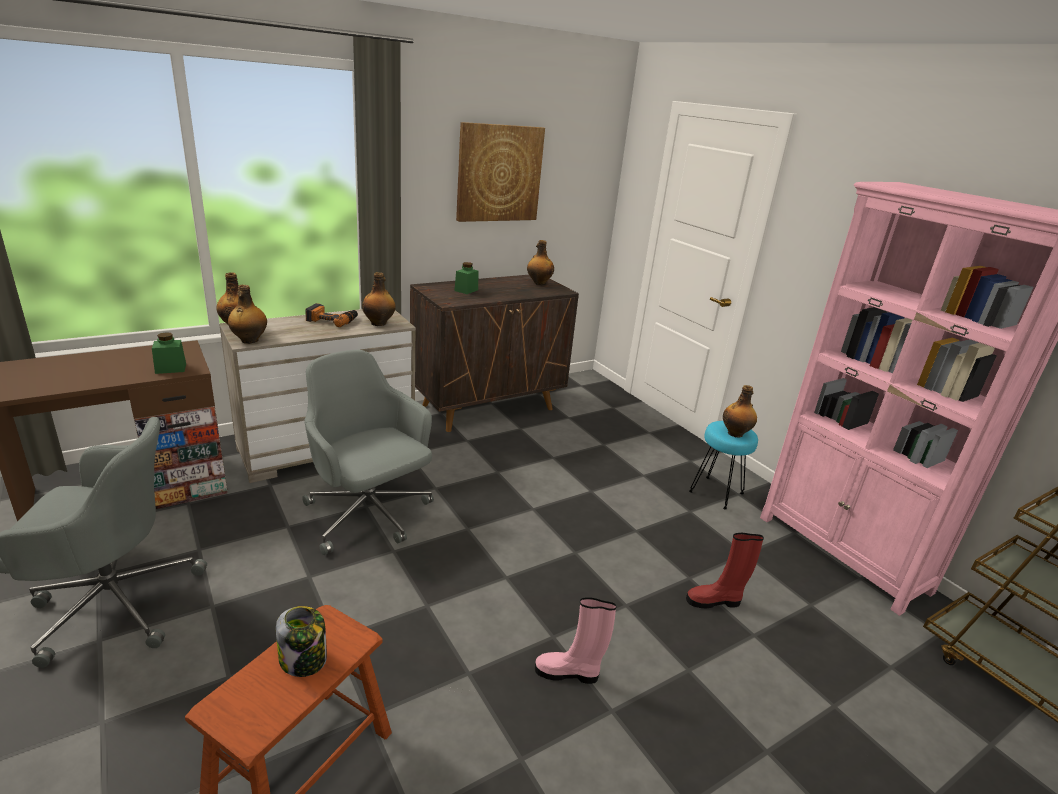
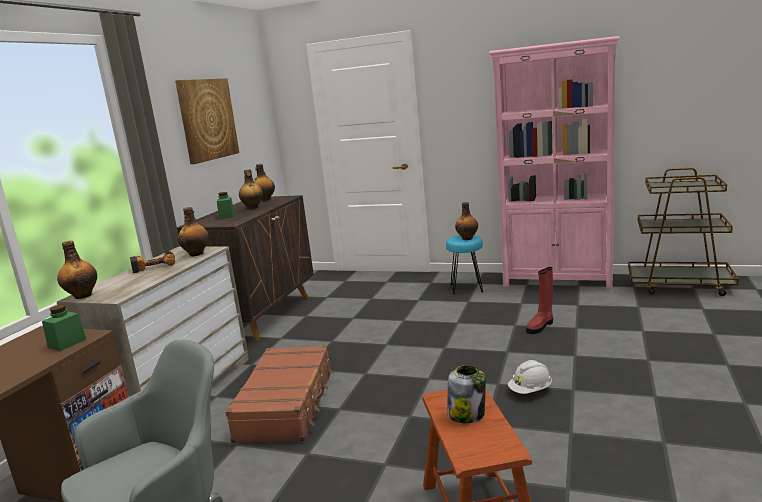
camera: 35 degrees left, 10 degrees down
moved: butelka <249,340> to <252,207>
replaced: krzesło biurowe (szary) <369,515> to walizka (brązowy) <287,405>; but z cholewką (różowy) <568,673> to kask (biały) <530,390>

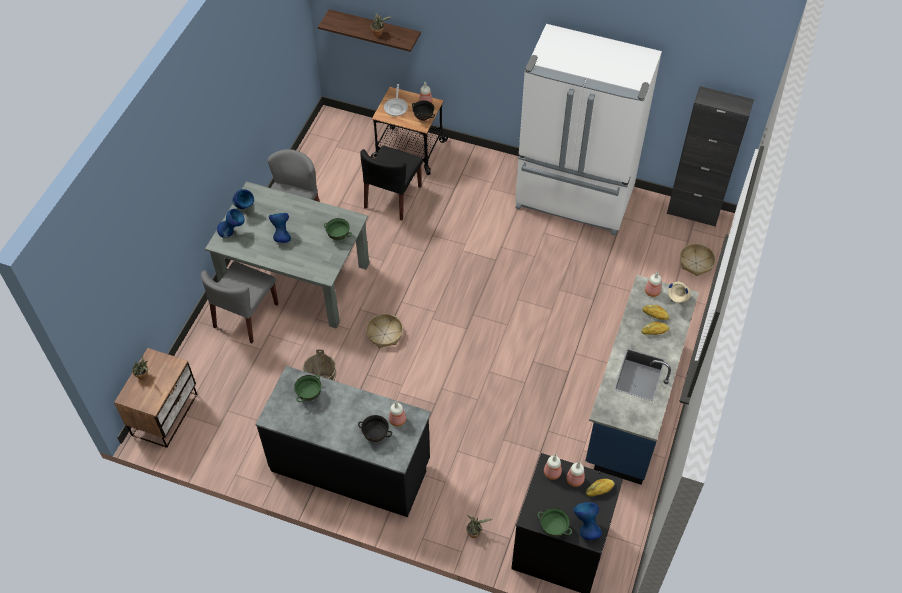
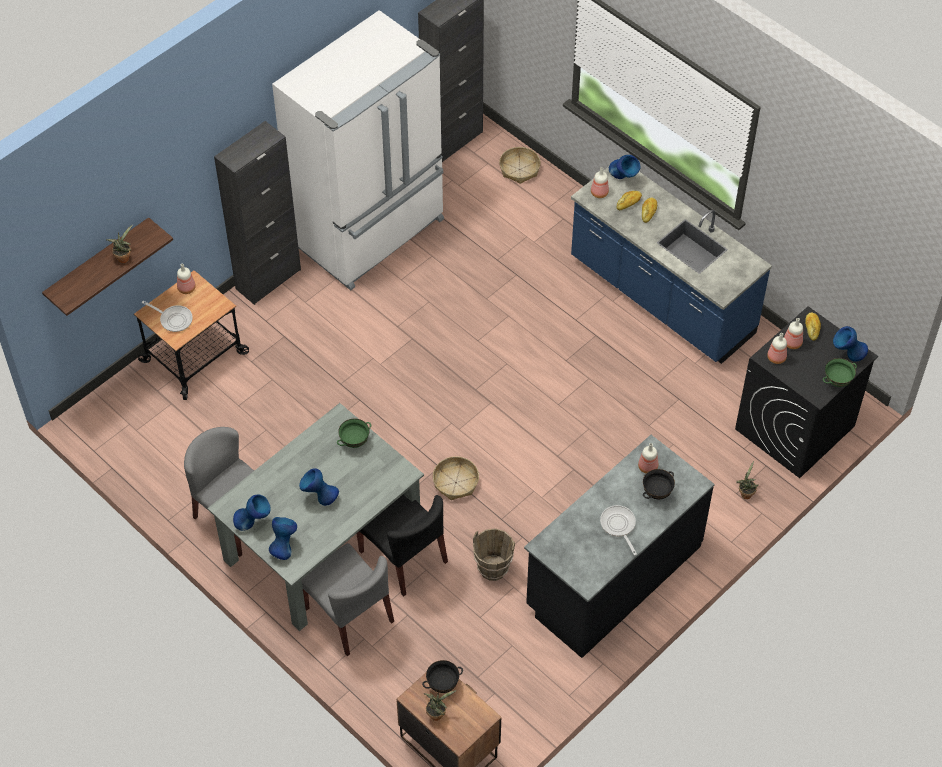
camera: 65 degrees left, 0 degrees up
removed: miska (zielony) <309,394>
added: szafka (czarny) <268,279>; patelnia <618,526>
moved: krzesło (czarny) <393,197> to <403,557>; miska (czarny) <423,117> to <442,684>
recoloured: wazon (beżowy) <677,302> to wazon (niebieski) <623,179>

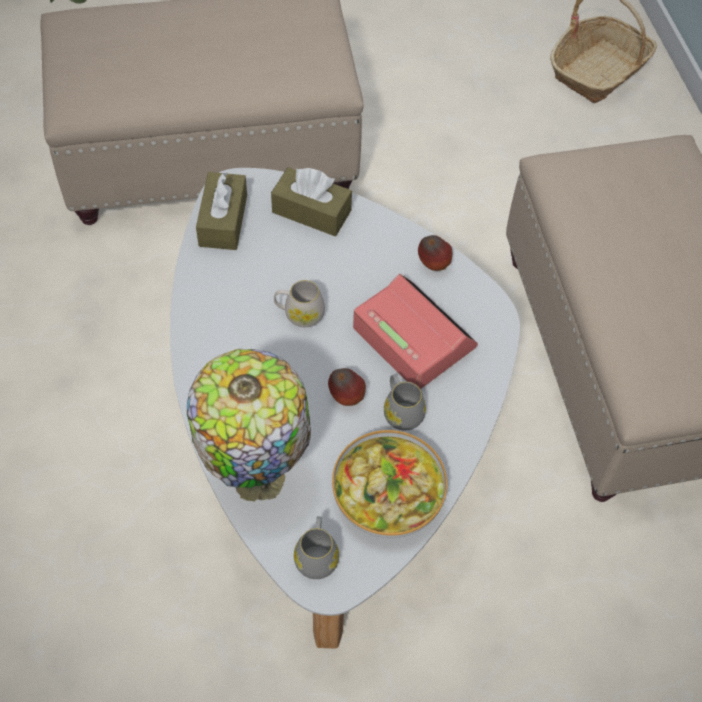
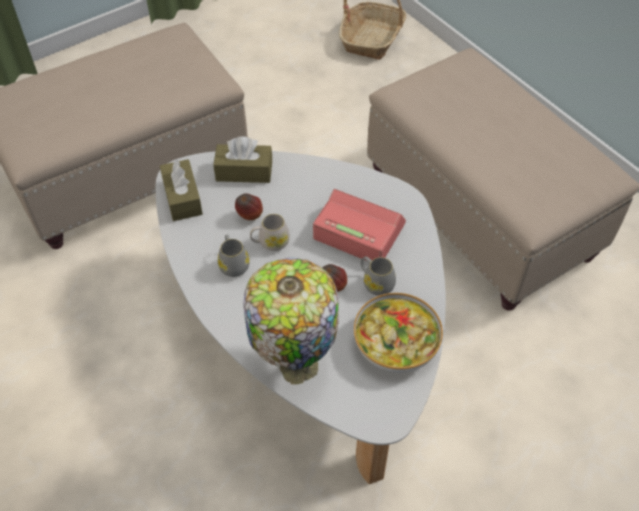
camera: 20 degrees left, 5 degrees down
moved: kubek (szary) <317,555> to <233,264>; jabłko <433,265> to <250,216>

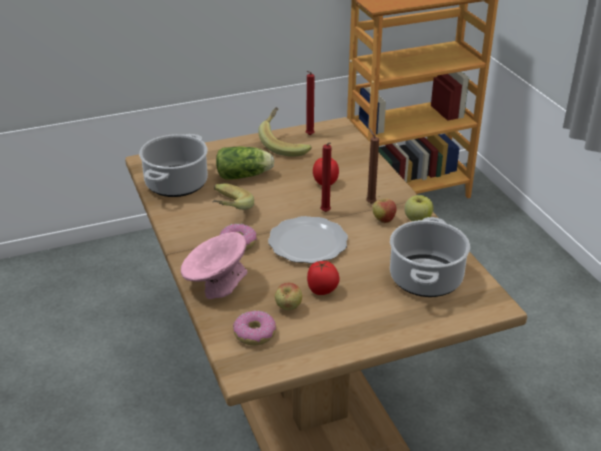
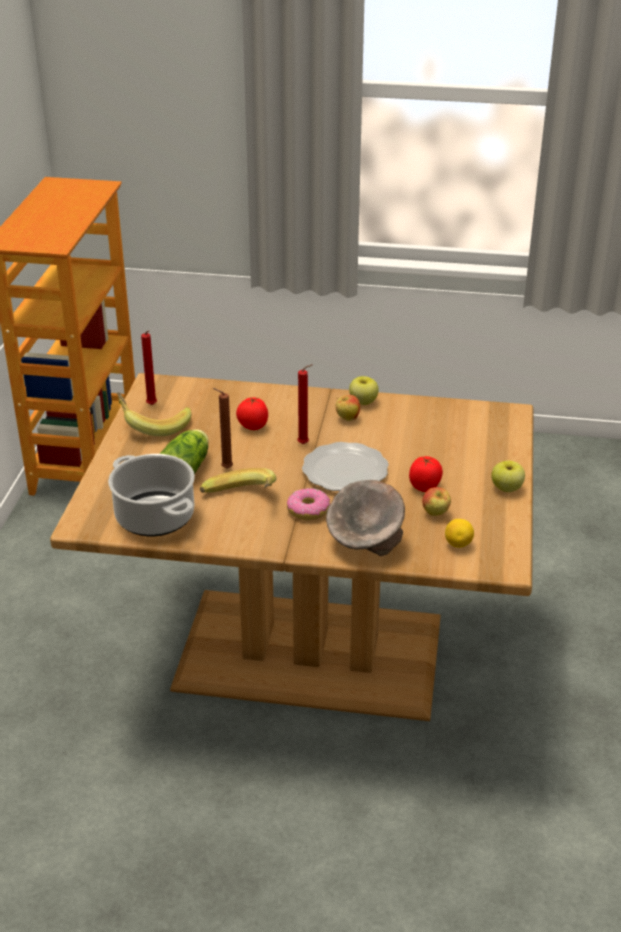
camera: 60 degrees left, 0 degrees up
removed: garnek <425,278>
added: jabłko <506,488>
moved: świeca (brązowy) <369,202> to <225,468>
replaced: donut <255,334> to cytryna <458,544>
recoloured: miska (różowy) <215,285> to miska (szary) <365,544>

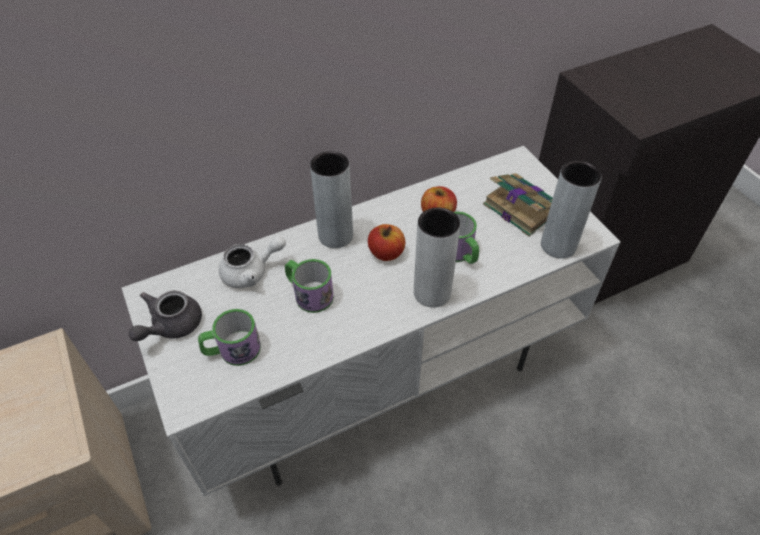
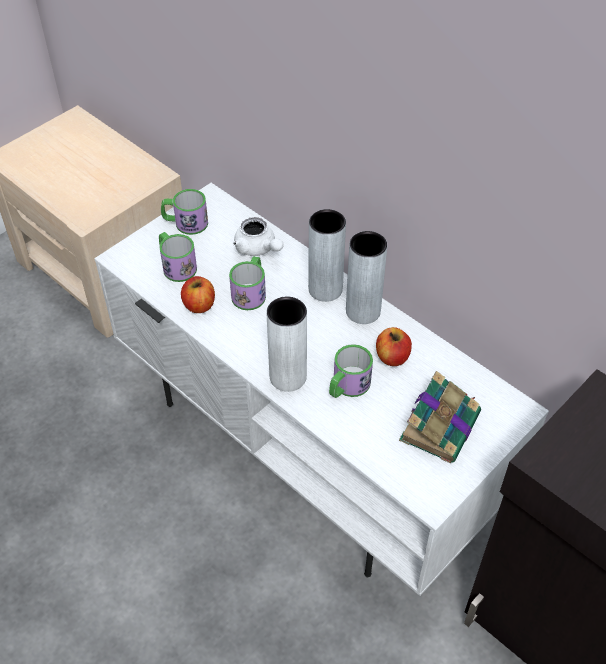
camera: 70 degrees right, 0 degrees up
moved: jabłko <386,253> to <199,305>; wazon (szary) <558,245> to <363,311>
replaced: imbryk (szary) <171,326> to kubek <185,223>

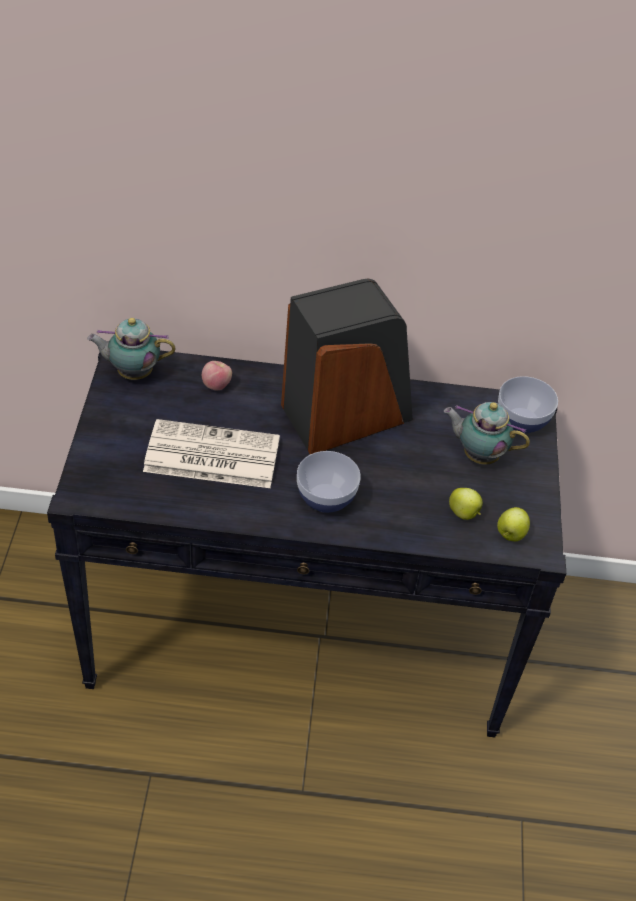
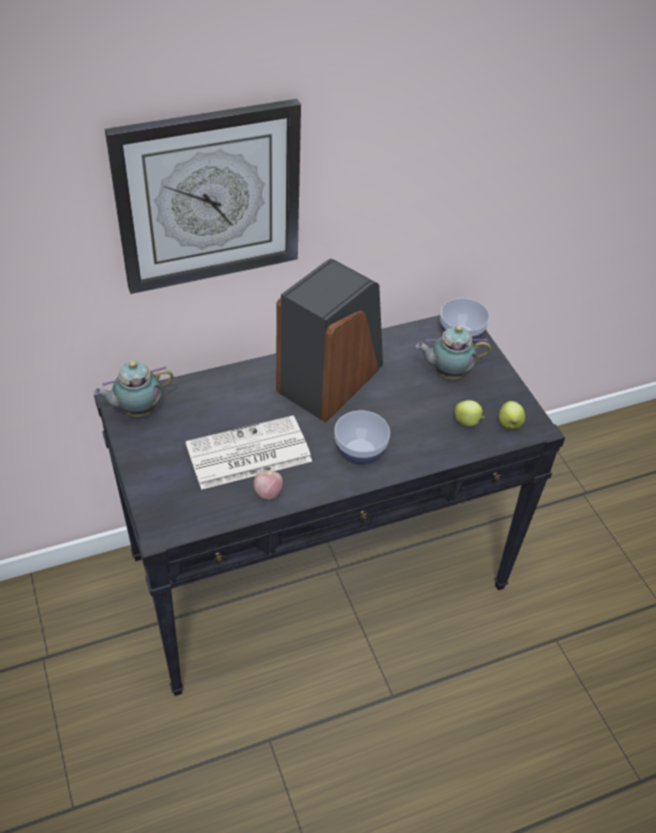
camera: 25 degrees left, 0 degrees up
added: zegar ścienny <208,197>
moved: jabłko <216,385> to <268,493>

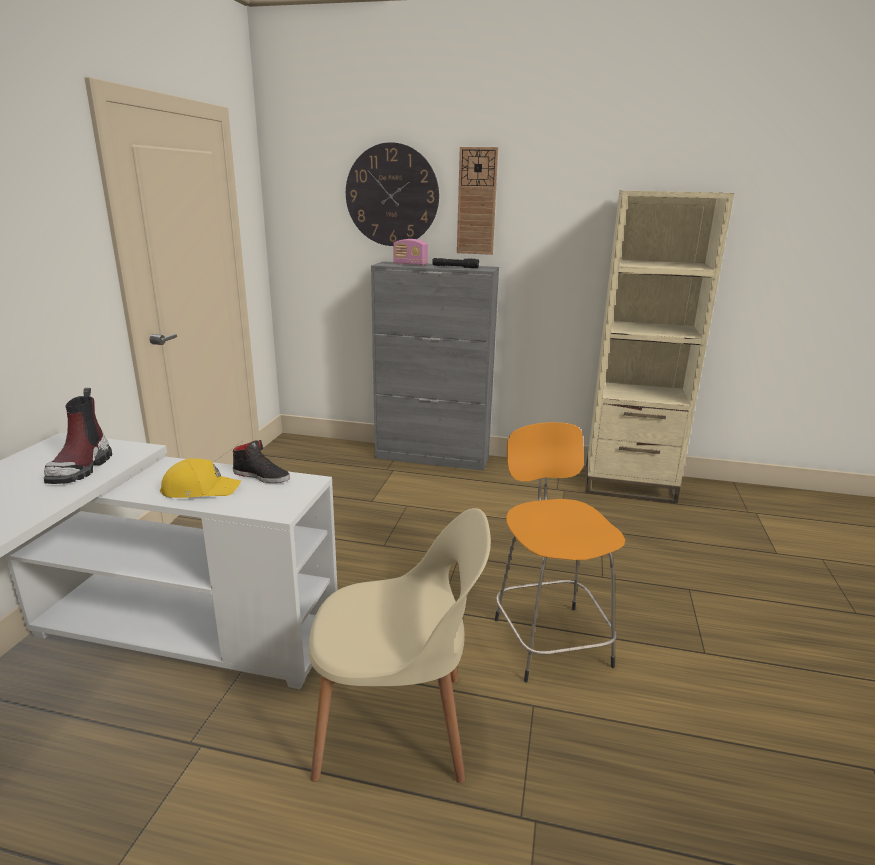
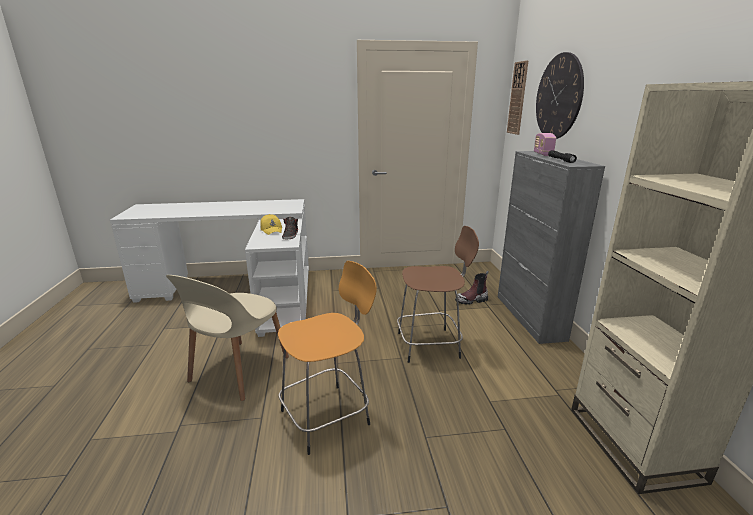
camera: 70 degrees right, 0 degrees up
added: stołek (brązowy) <430,345>
moved: but z cholewką <81,468> to <472,300>; zegar ścienny <477,202> to <517,98>
turned: krzesło (beżowy) <397,726> = <238,370> 45 degrees clockwise

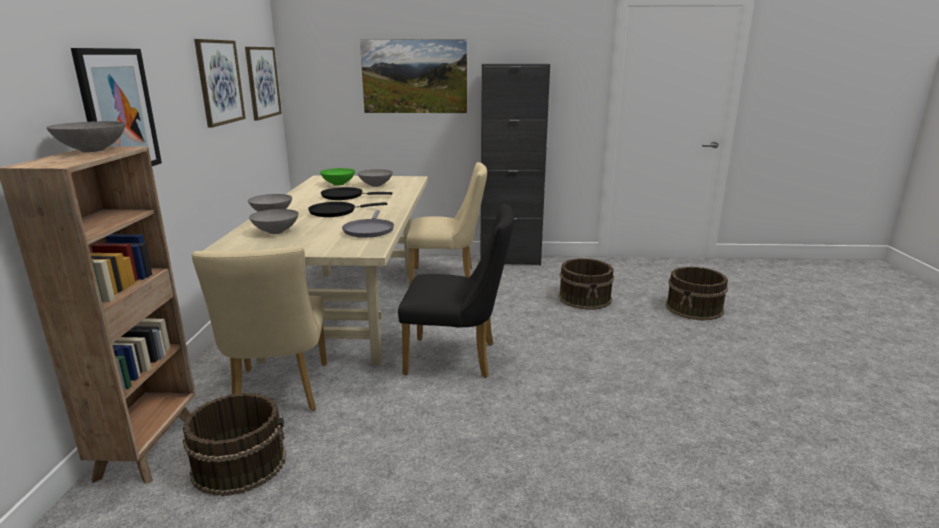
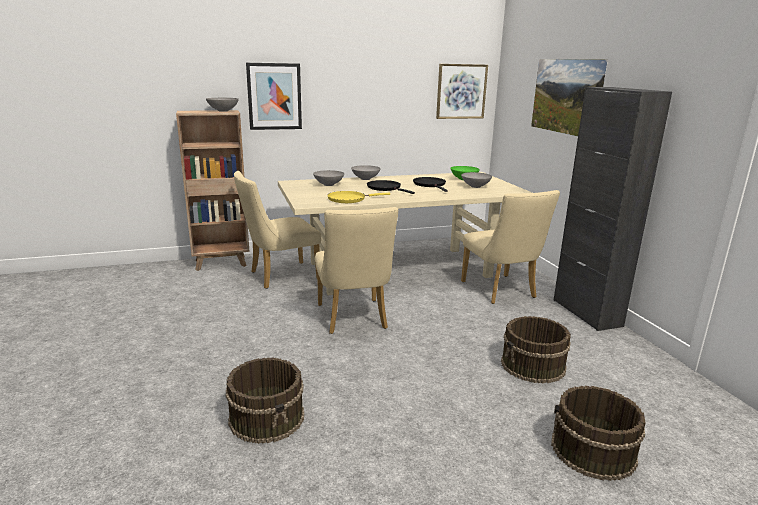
camera: 70 degrees right, 0 degrees up
removed: obraz <219,82>
moved: wiadro (brązowy) <240,463> to <267,417>
recoloured: krzesło (czarny) <458,358> to krzesło (beżowy) <353,319>; patelnia (szary) <369,230> to patelnia (żółty) <349,199>

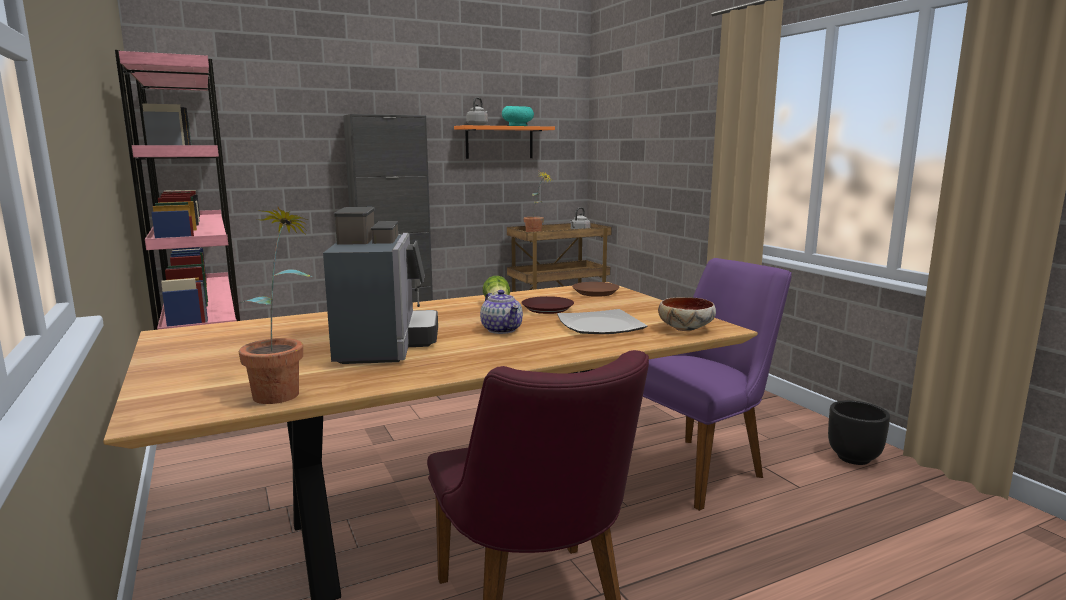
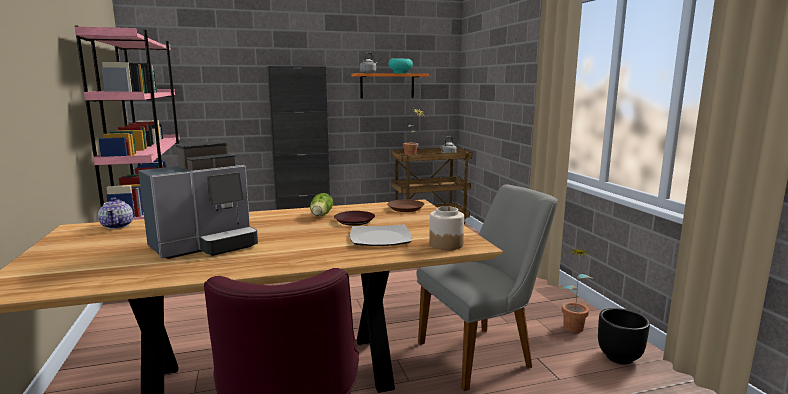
camera: 10 degrees right, 0 degrees up
moved: imbryk <502,329> to <118,226>; roślina doniczkowa <284,390> to <573,325>
replaced: miska <686,328> to słoik <446,244>
recoloured: krzesło (fioletowy) <700,466> to krzesło (szary) <484,353>
turned: ekspres do kawy <385,345> = <206,245> 45 degrees clockwise

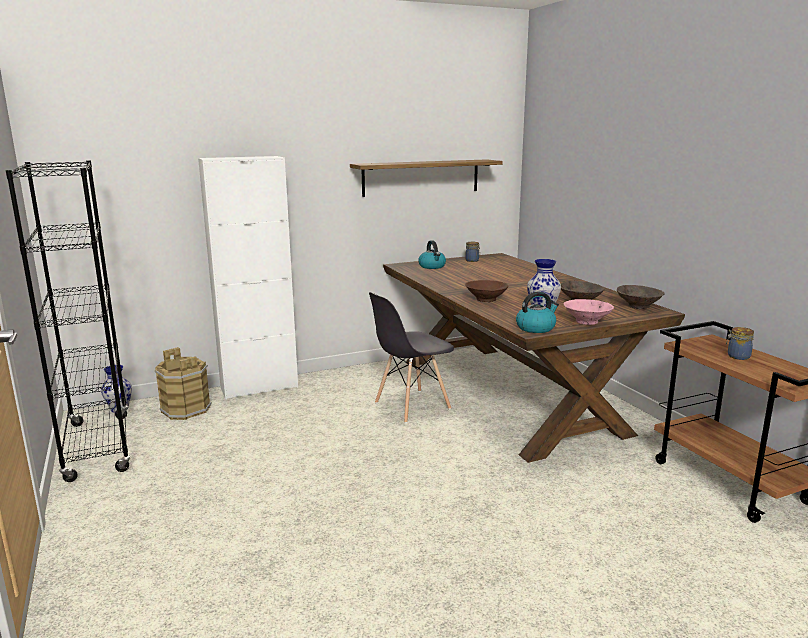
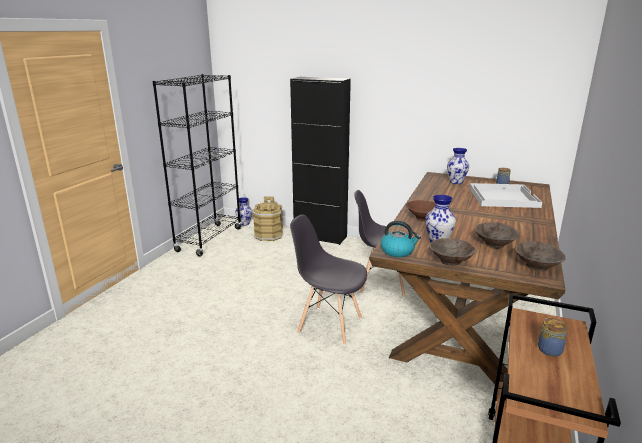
camera: 45 degrees right, 5 degrees up
removed: półka <421,177>
added: krzesło (szary) <329,325>; taca (biały) <502,197>
replaced: czajnik <432,266> to wazon <456,182>
recoloured: szafka (biały) <259,387> to szafka (czarny) <320,236>; miska (różowy) <587,322> to miska (brązowy) <450,261>

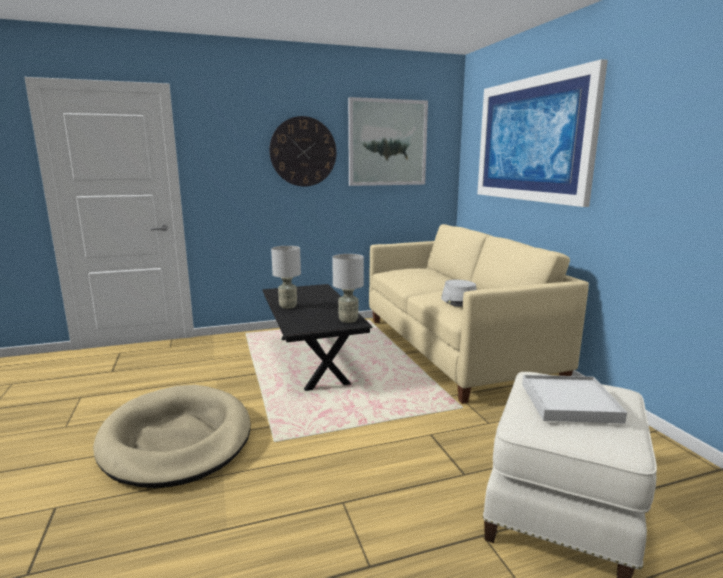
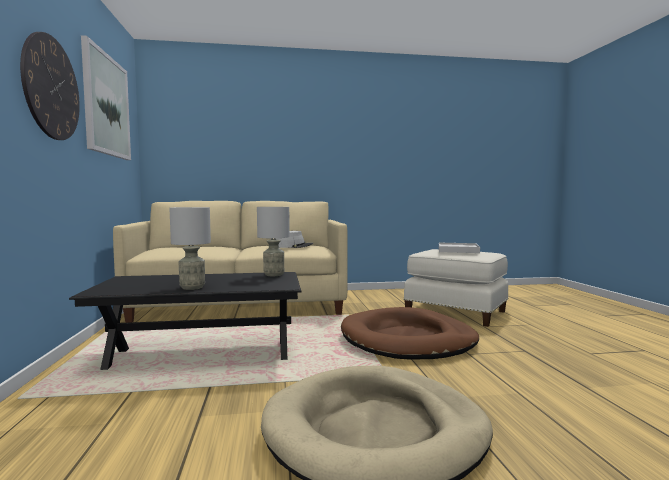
camera: 80 degrees left, 10 degrees down
removed: obraz <532,140>
added: legowisko (brązowy) <408,339>

